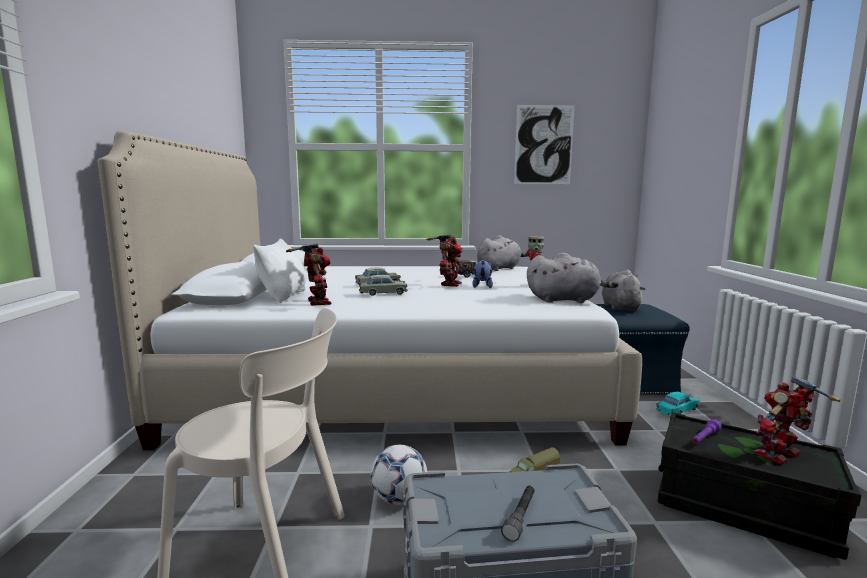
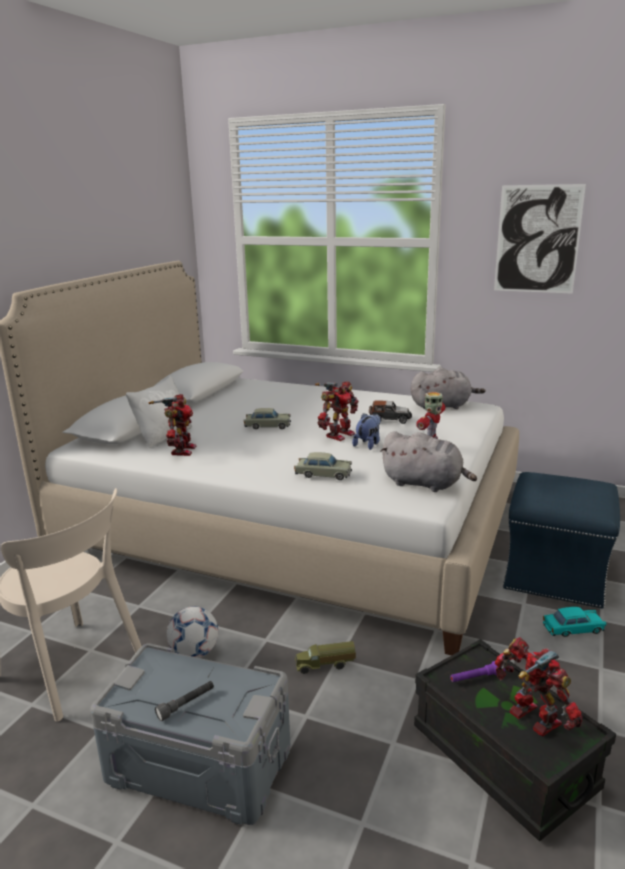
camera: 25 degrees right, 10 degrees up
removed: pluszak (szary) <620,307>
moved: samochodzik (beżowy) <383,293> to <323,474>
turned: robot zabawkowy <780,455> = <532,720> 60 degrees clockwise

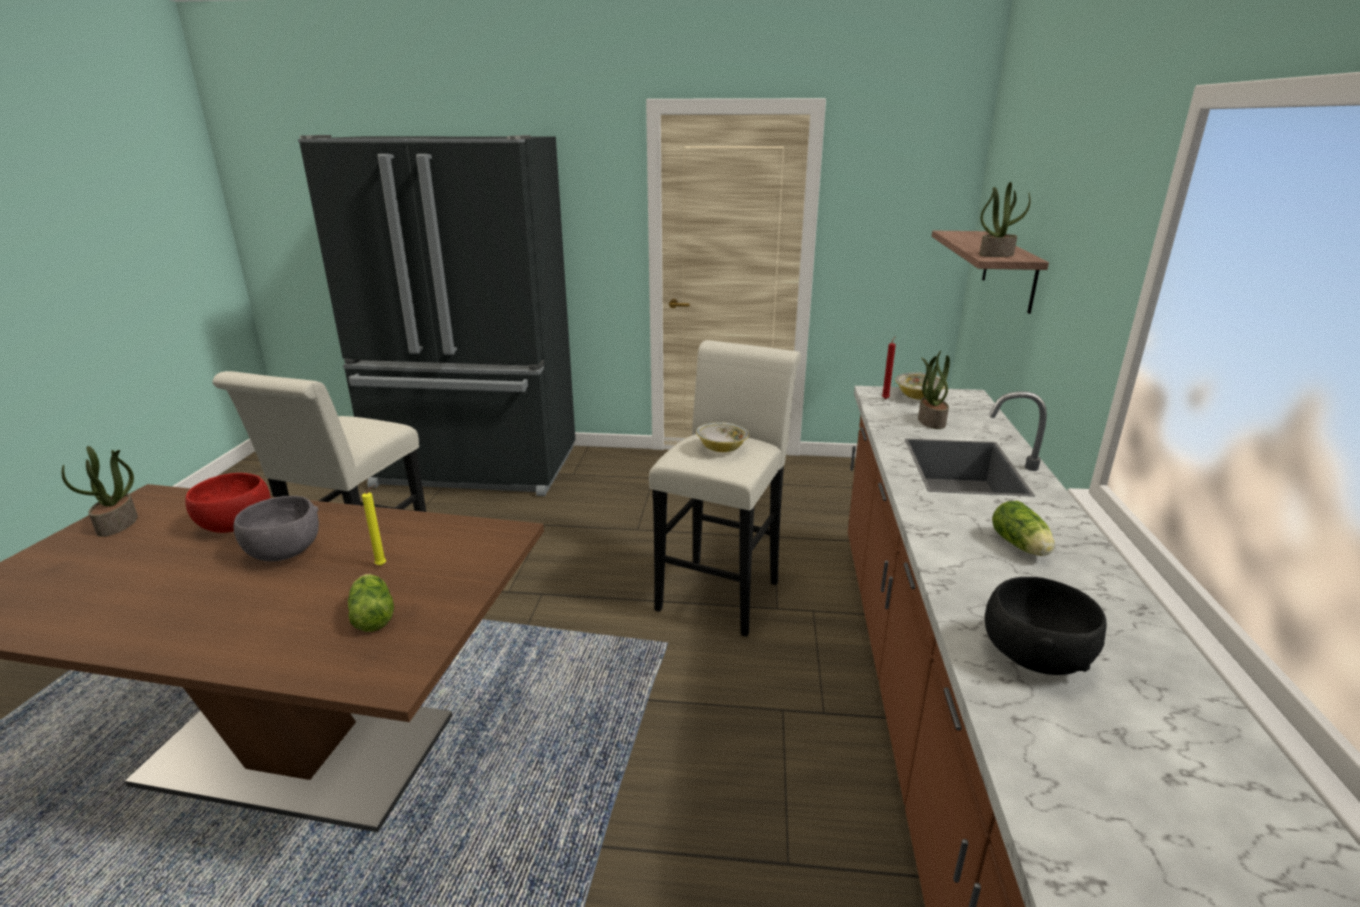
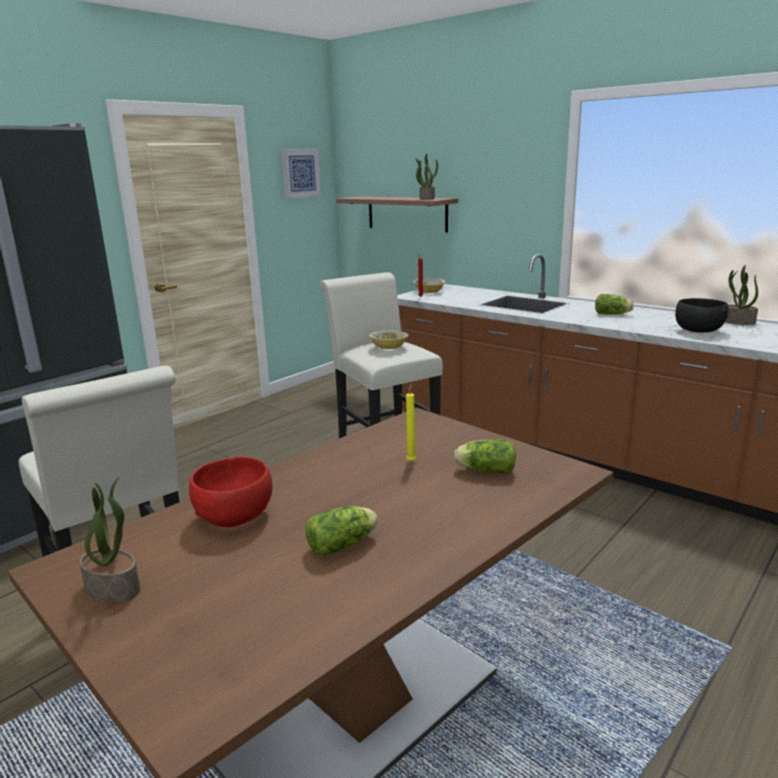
camera: 55 degrees left, 5 degrees down
removed: miska (szary) <284,552>
added: obraz <300,173>; sałata <344,545>
moved: roślina doniczkowa <930,421> to <737,322>

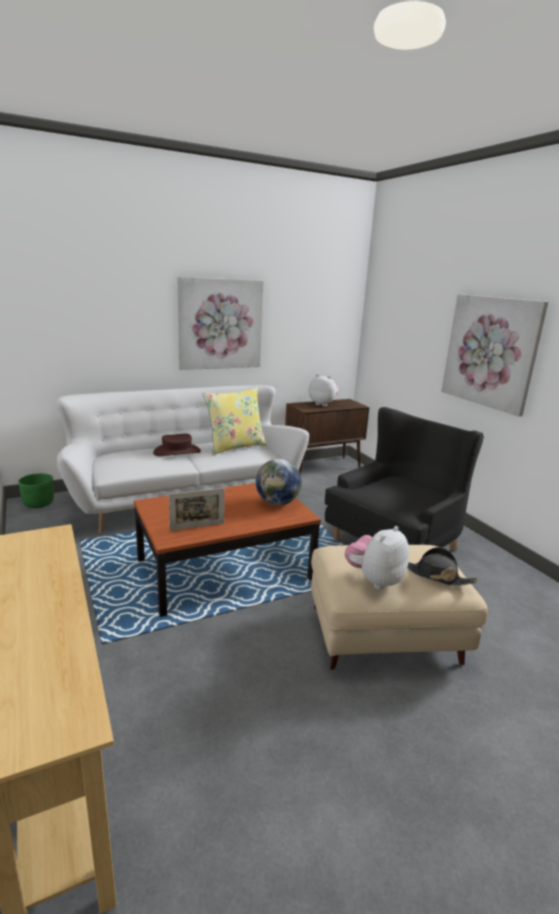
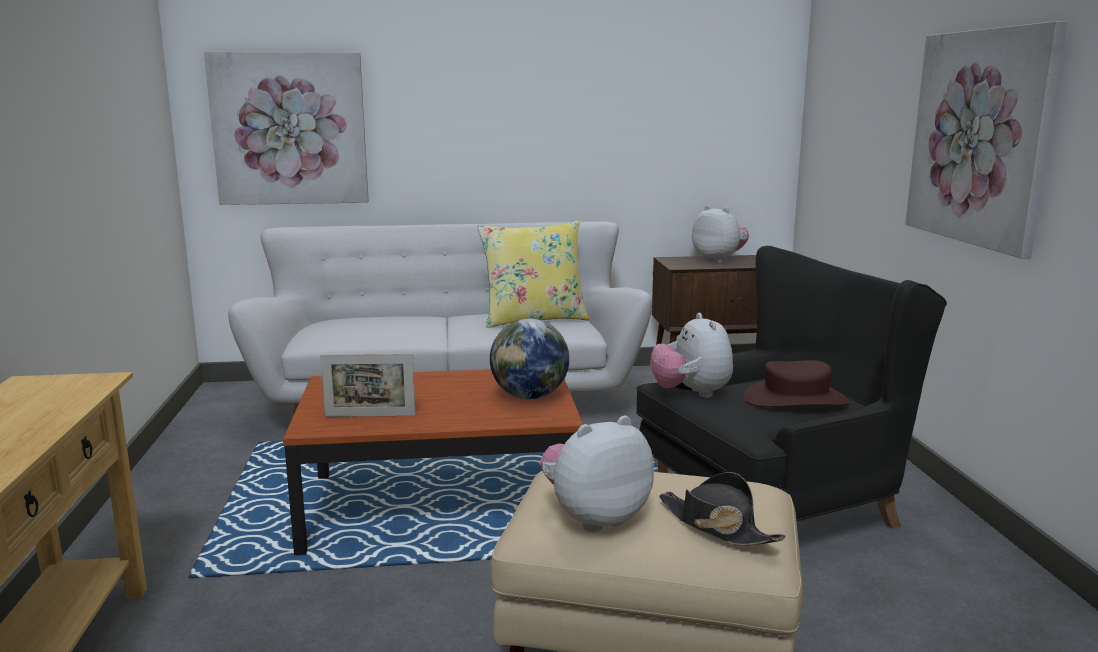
camera: 20 degrees right, 5 degrees down
removed: donica (zielony) <38,504>
added: pluszak <691,393>
moved: obraz <220,324> to <290,129>; kapelusz (brązowy) <177,452> to <795,400>

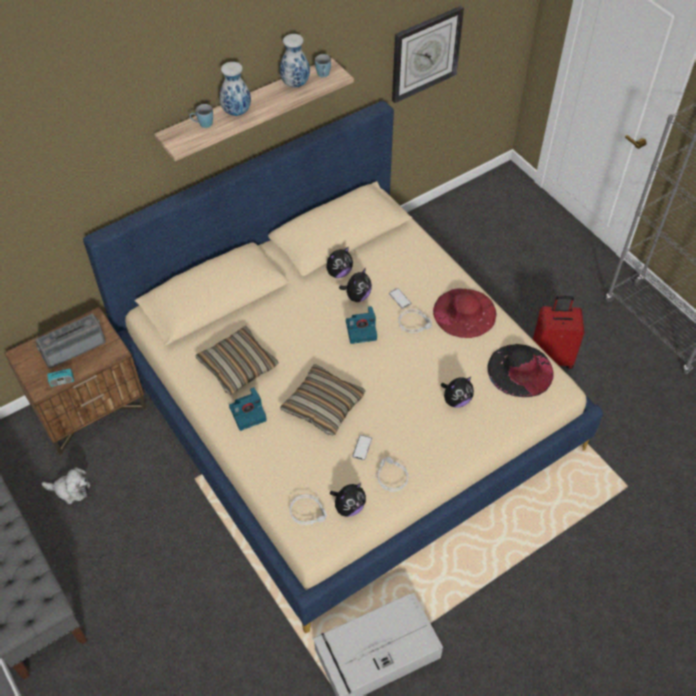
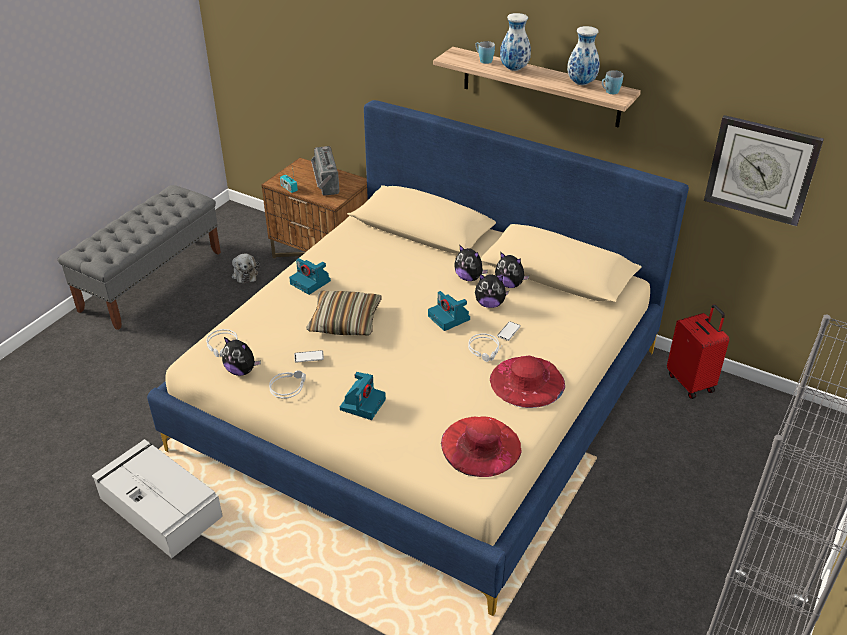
camera: 65 degrees right, 15 degrees down
removed: poduszka <238,366>
added: aparat fotograficzny <362,403>
moved: pluszak <456,400> to <469,278>; walizka (czerwony) <551,357> to <691,382>
recoloured: kapelusz (czarny) <520,370> to kapelusz (czerwony) <480,446>
turned: radio <73,347> = <324,182> 135 degrees counterclockwise

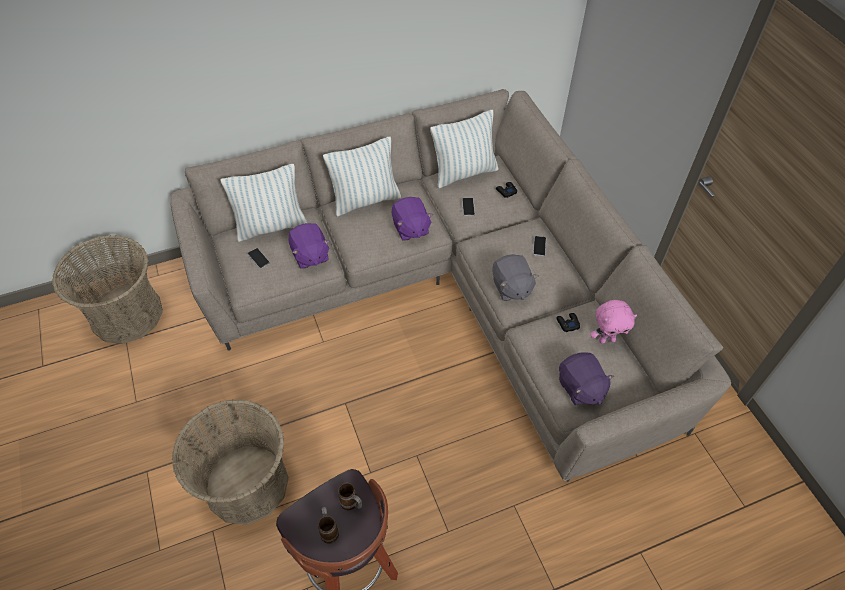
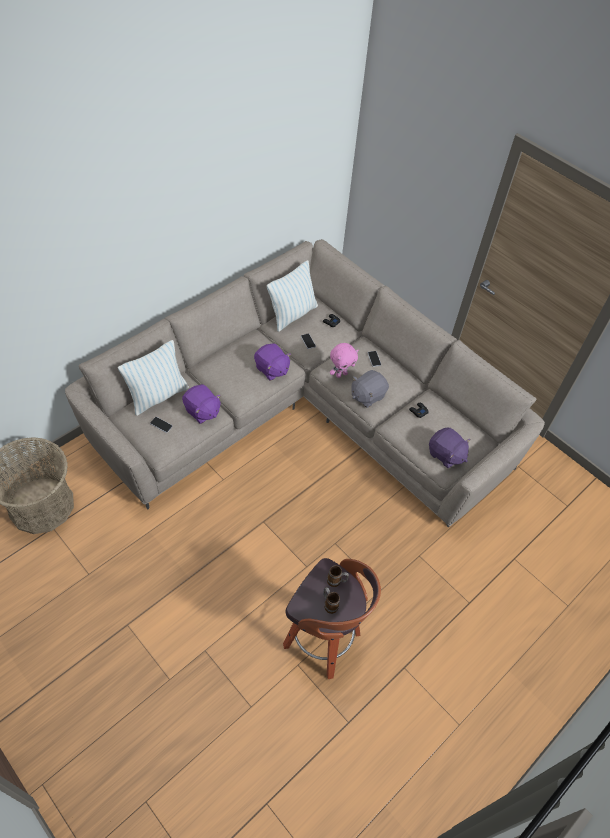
camera: 25 degrees left, 0 degrees up
removed: koszyk <246,484>; poduszka <365,200>
moved: pluszak (różowy) <606,339> to <341,374>
turned: pluszak (szary) <511,287> = <367,395> 90 degrees clockwise

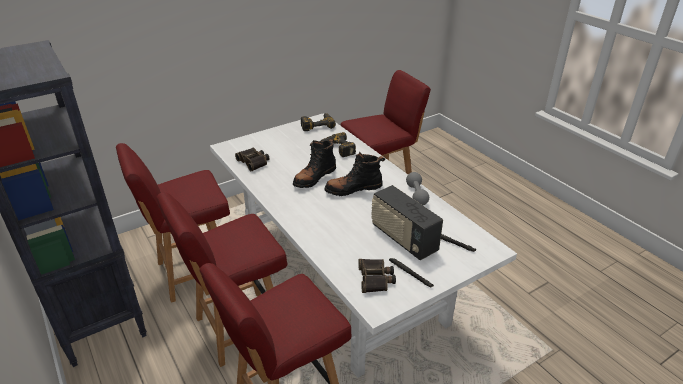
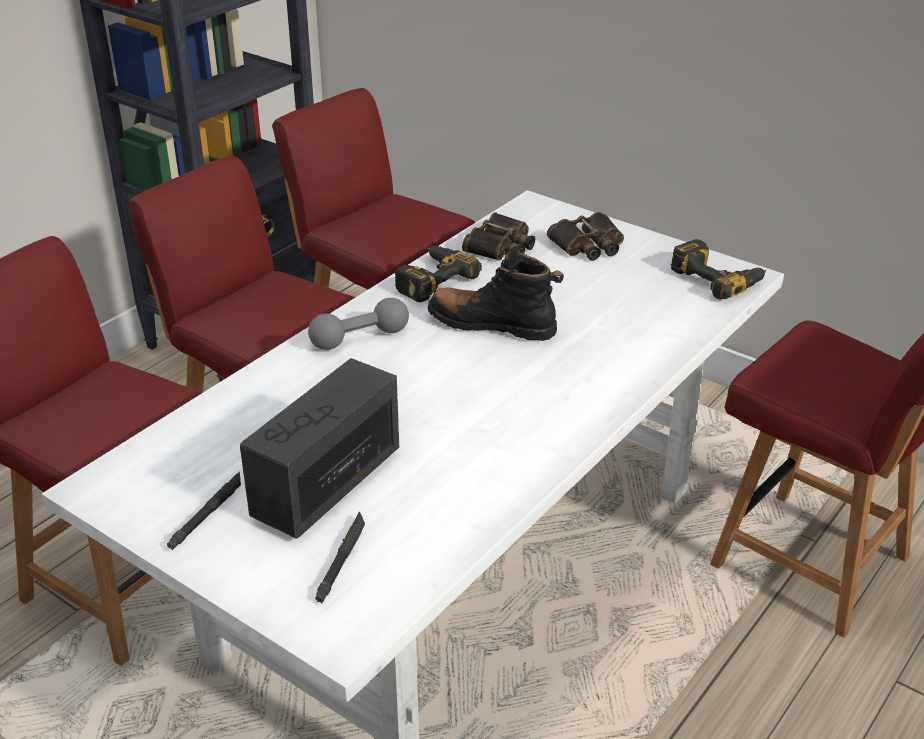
camera: 70 degrees right, 0 degrees up
removed: but z cholewką (czarny) <353,189>
moved: hantel (szary) <416,195> to <360,338>; wiertarka <337,149> to <430,279>; lornetka <376,279> to <588,245>

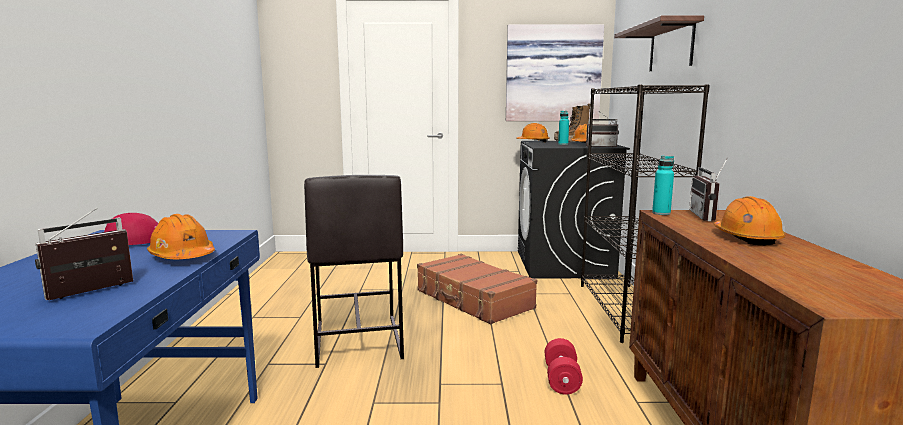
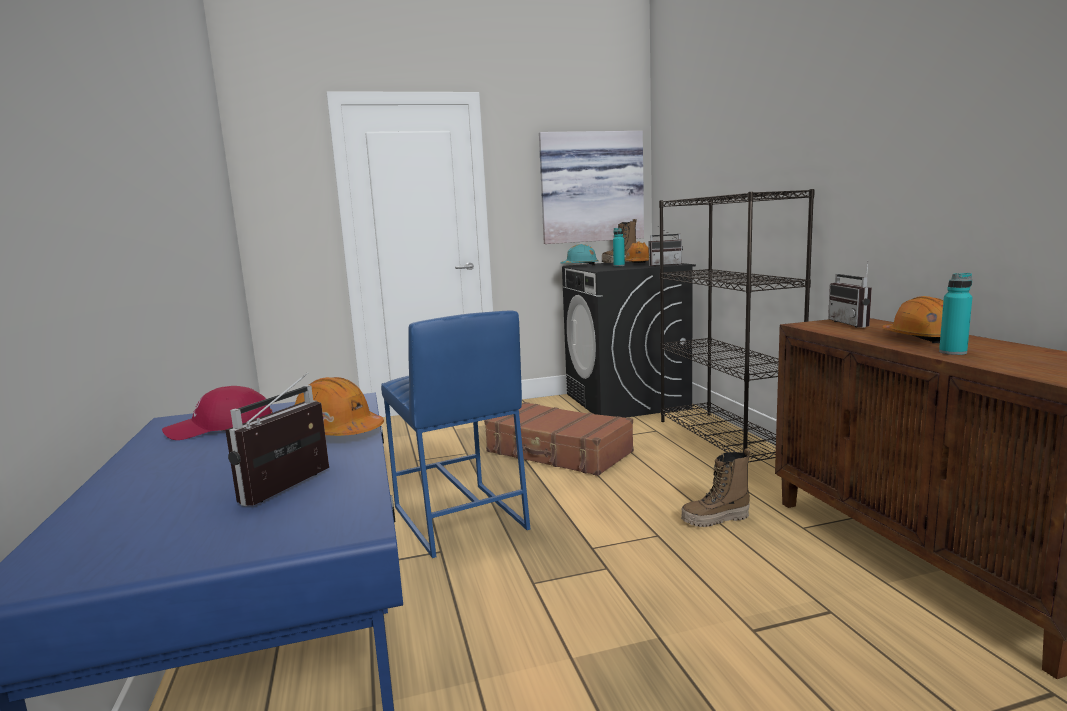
camera: 15 degrees left, 0 degrees up
removed: półka <671,47>
moved: butelka (turkusowy) <661,213> to <952,352>
replaced: hantel (czerwony) <561,379> to but z cholewką <715,520>
recoloured: stołek (szary) <357,340> to stołek (niebieski) <458,518>; kask (pomarańczowy) <533,142> to kask (turkusowy) <580,266>

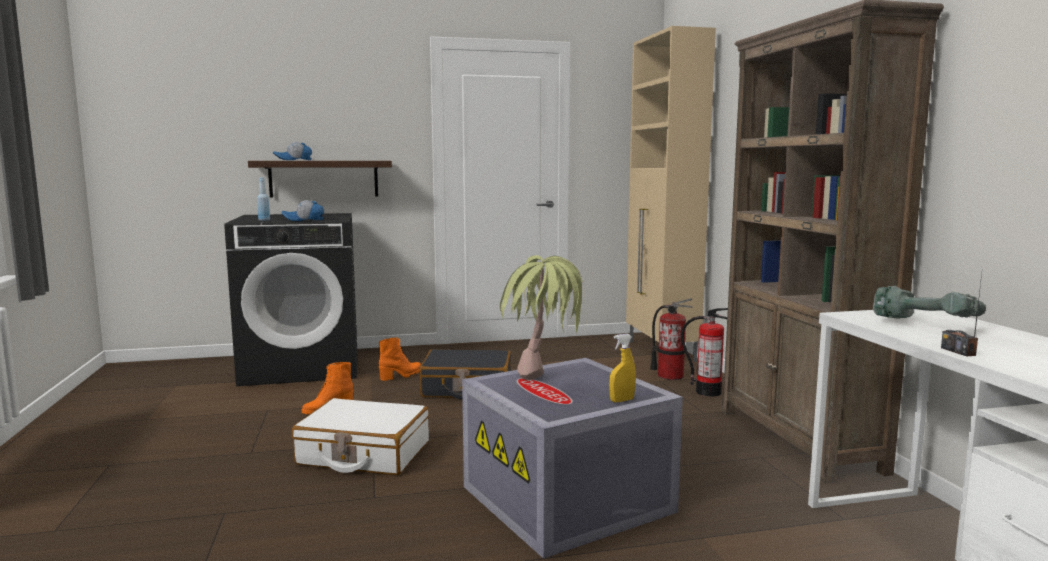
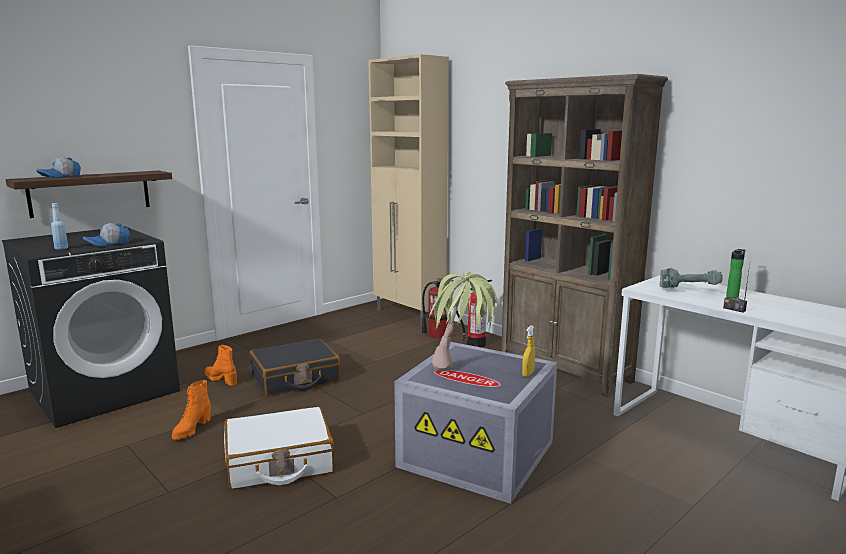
camera: 30 degrees left, 5 degrees up
added: butelka <733,296>
turned: but z cholewką (pomarańczowy) <401,376> = <221,379> 75 degrees counterclockwise

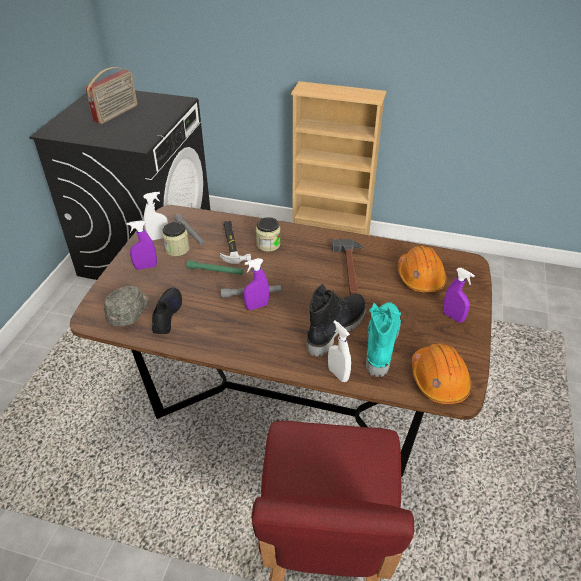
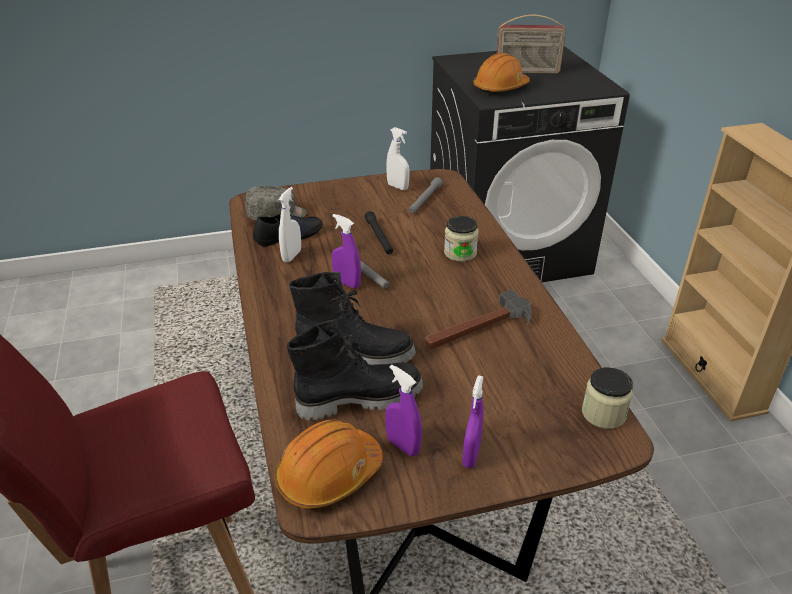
camera: 60 degrees right, 5 degrees down
removed: młotek <232,244>
moved: spryskiwacz (biały) <338,374> to <291,256>; spryskiwacz (fioletowy) <146,267> to <403,446>; kask (pomarańczowy) <420,277> to <500,88>; słoik <177,249> to <603,413>
recoloured: but z cholewką (turkusowy) <380,343> to but z cholewką (czarny) <359,398>; latarka (zielony) <215,271> to latarka (czarny) <379,237>

